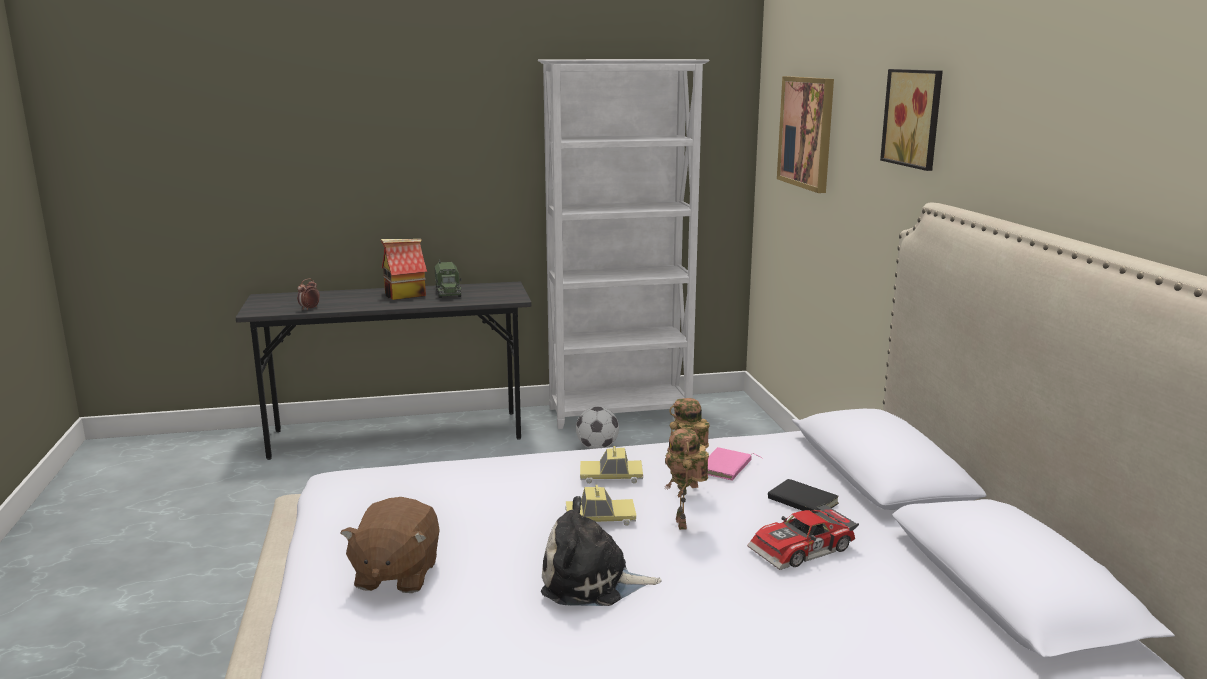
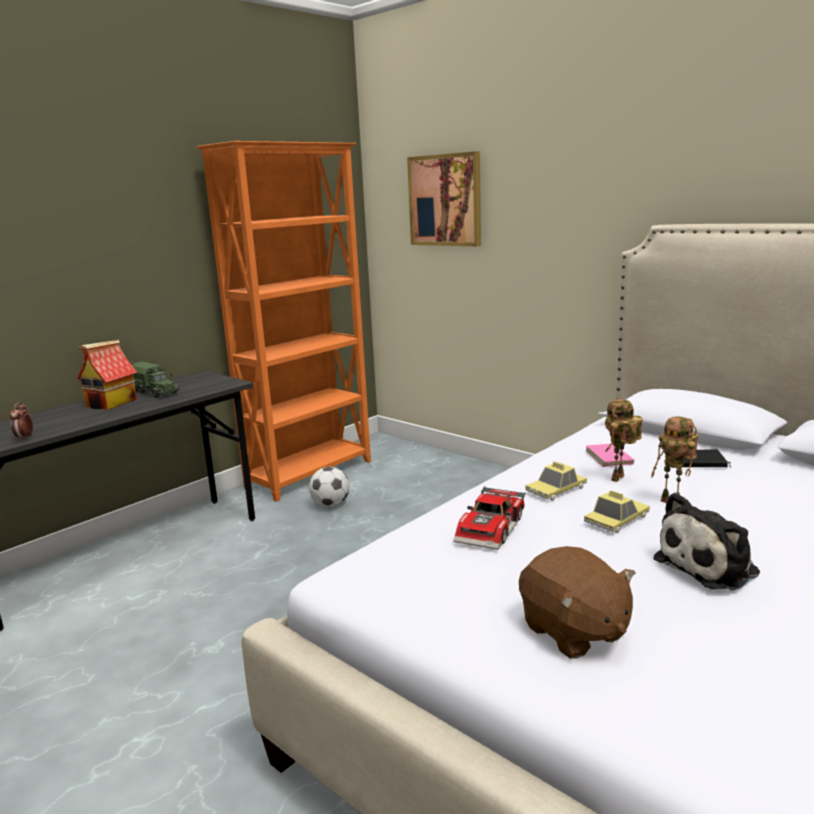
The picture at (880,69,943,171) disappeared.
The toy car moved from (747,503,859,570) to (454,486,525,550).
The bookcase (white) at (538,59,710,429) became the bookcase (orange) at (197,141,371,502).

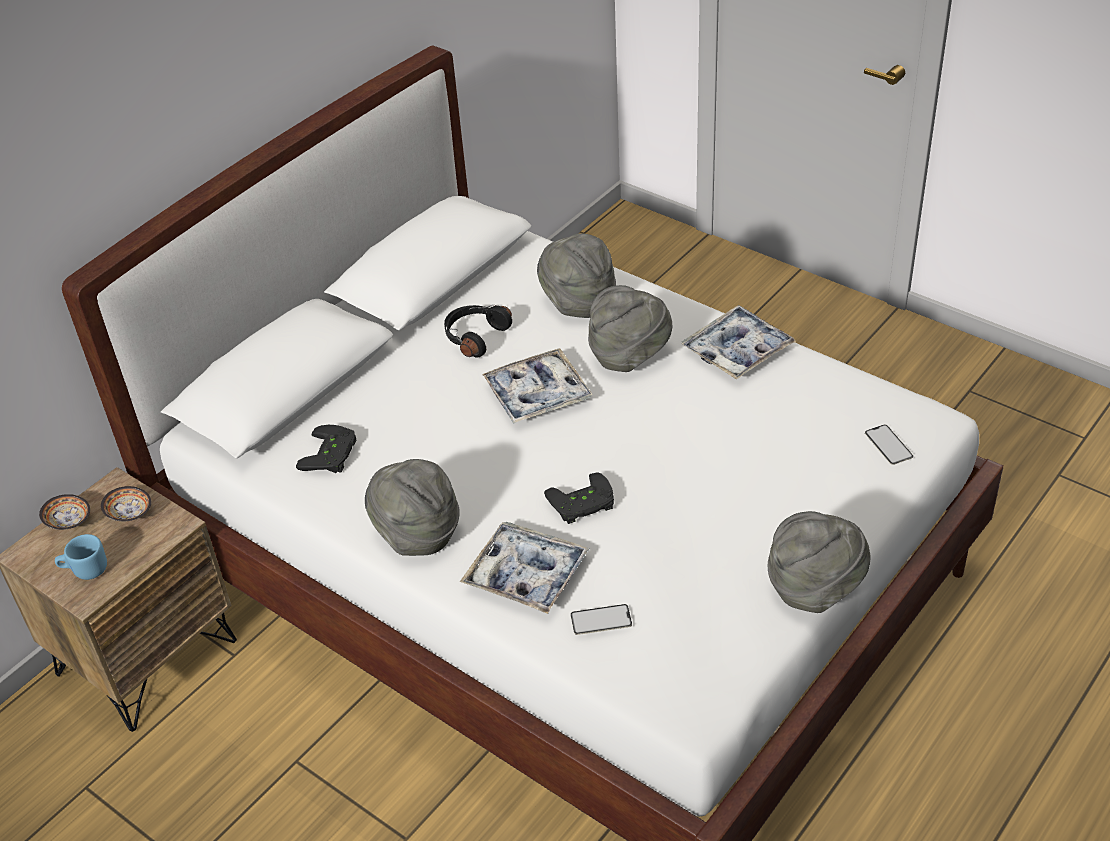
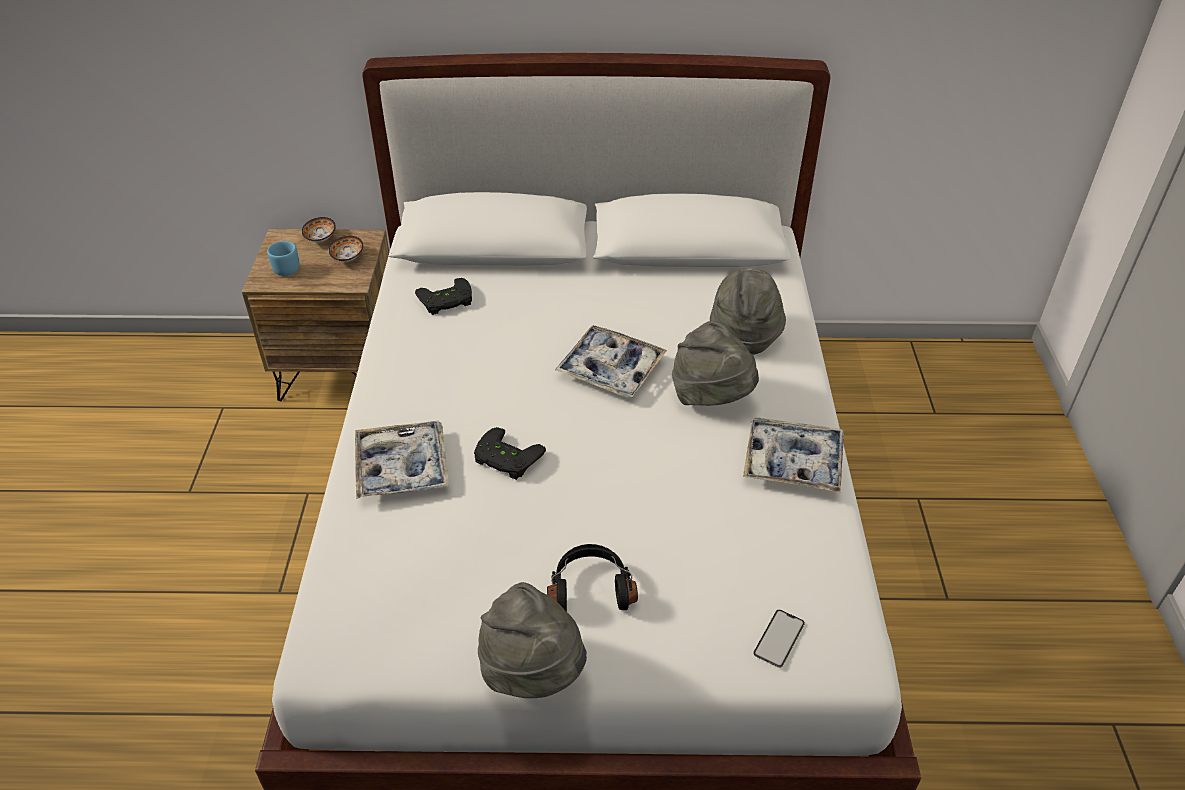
The hat (grey) at (365,459,460,556) disappeared.
The phone at (571,604,632,635) disappeared.
The headphones (black) moved from (444,304,512,358) to (547,544,638,612).

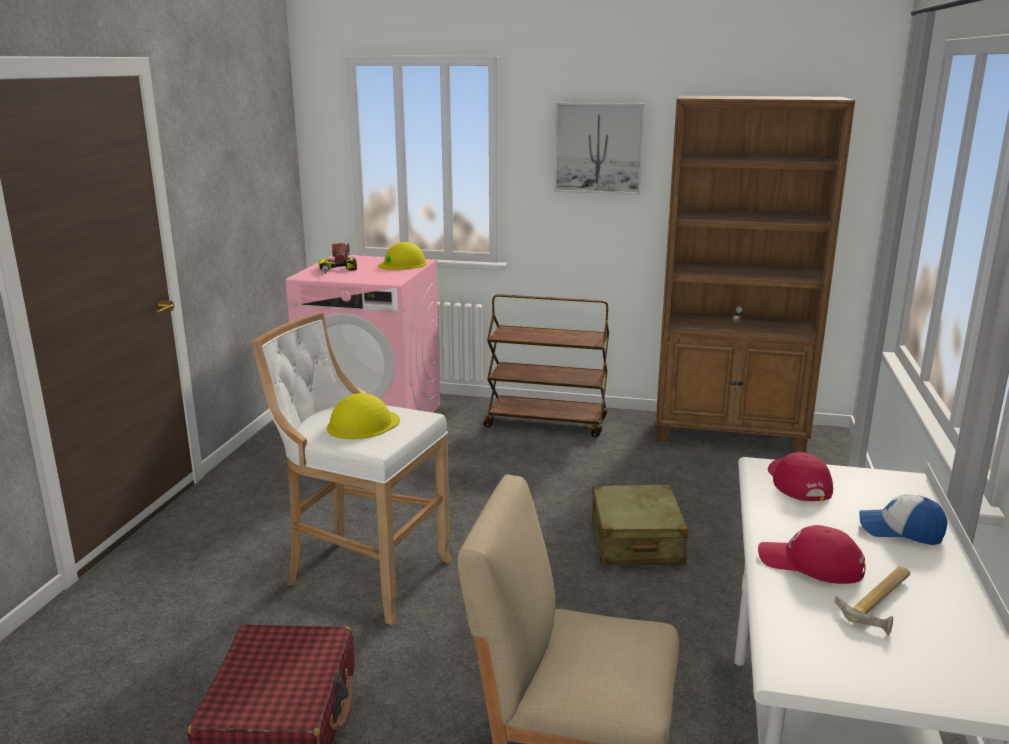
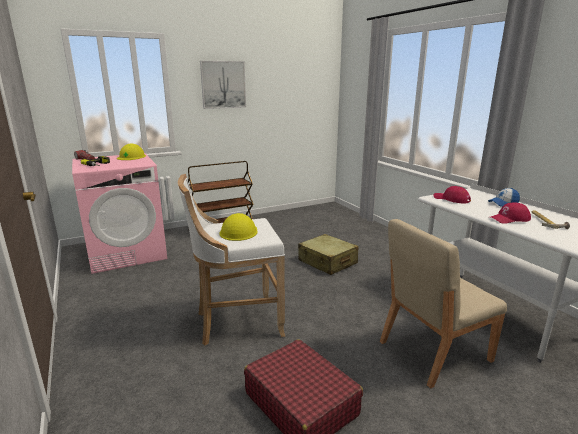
The bookcase (brown) at (656,96,855,453) disappeared.

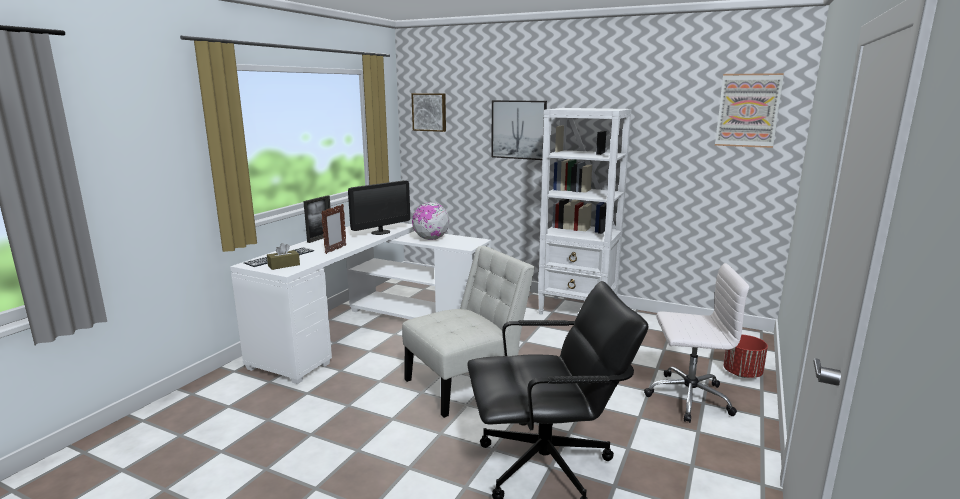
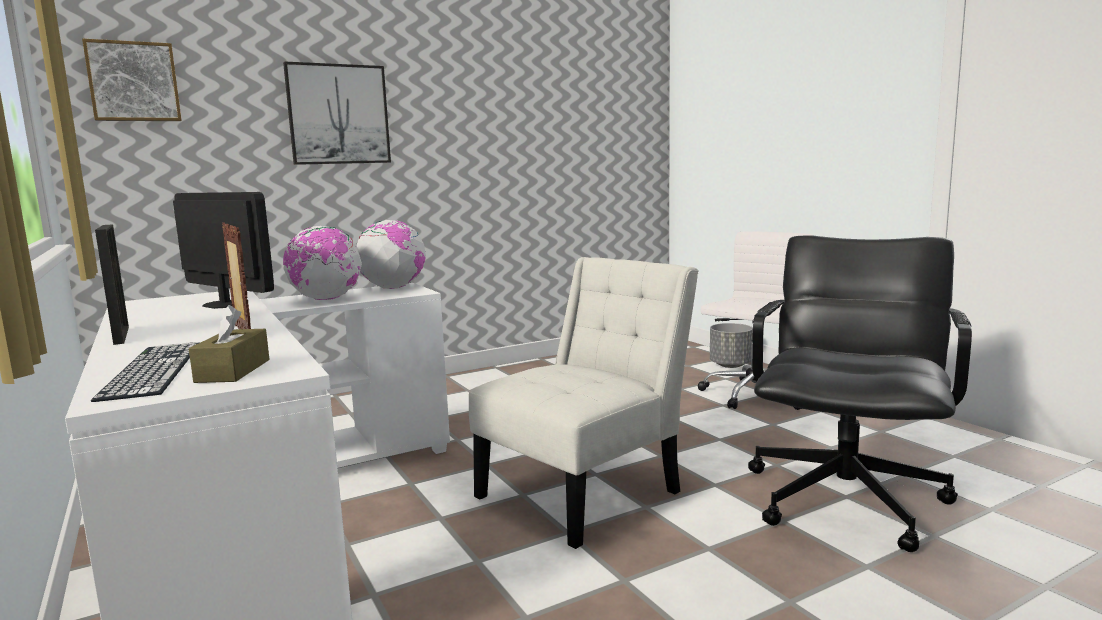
The bookcase (white) at (538,108,631,315) disappeared.
The picture at (715,73,784,148) disappeared.
The globe at (357,220,426,289) appeared.
The planter (red) at (724,334,768,378) became the planter (grey) at (710,323,753,368).
The monitor at (348,180,410,235) turned 45 degrees counterclockwise.
The chair (white) at (402,246,535,418) turned 45 degrees clockwise.

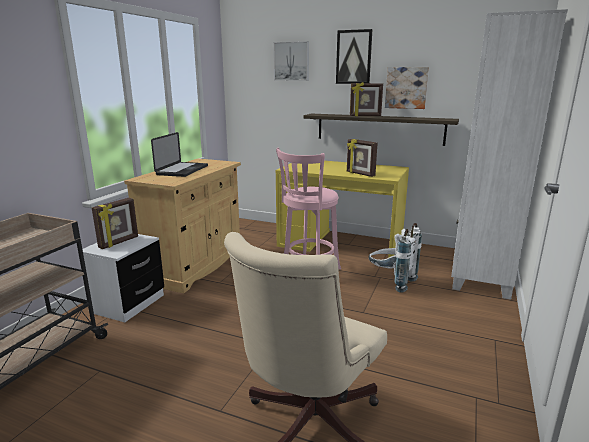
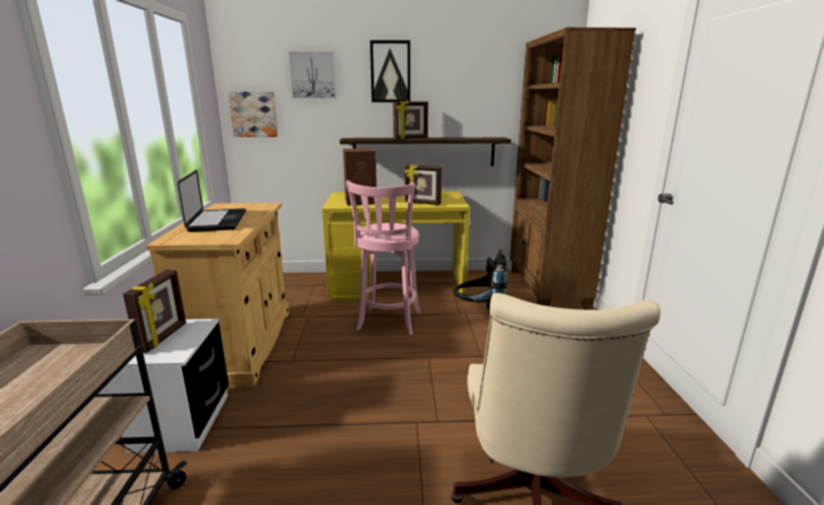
The speaker (brown) at (343,148,377,206) appeared.
The picture moved from (385,67,429,109) to (228,92,278,137).
The backpack (white) at (369,223,422,293) became the backpack (black) at (454,249,507,310).
The bookcase (white) at (451,9,568,300) became the bookcase (brown) at (510,27,636,310).

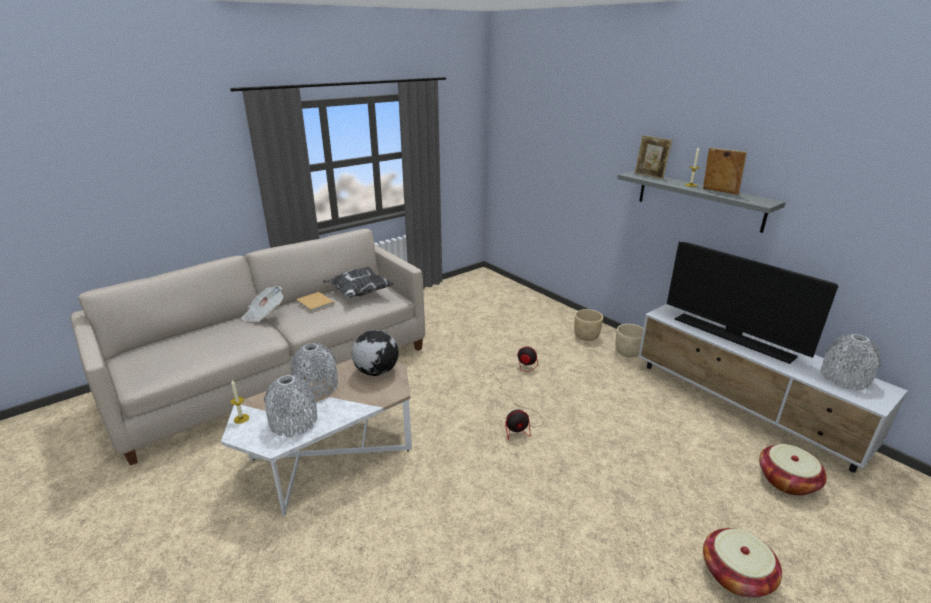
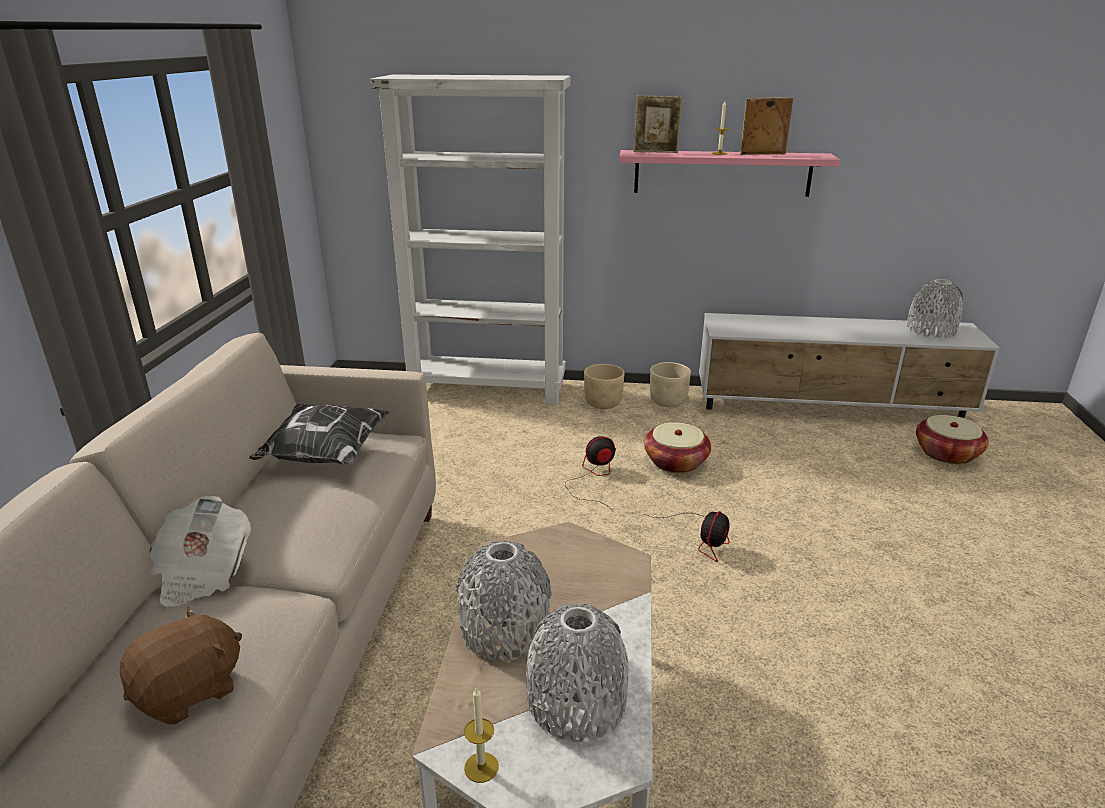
The book (beige) at (296,292,334,313) disappeared.
The globe at (352,330,399,376) disappeared.
The television at (667,242,838,364) disappeared.
The plush toy (brown) at (119,607,242,724) appeared.
The bookcase (white) at (371,75,571,405) appeared.
The basket moved from (703,528,782,597) to (644,422,711,473).
The shelf (grey) at (617,171,786,233) became the shelf (pink) at (619,150,841,197).

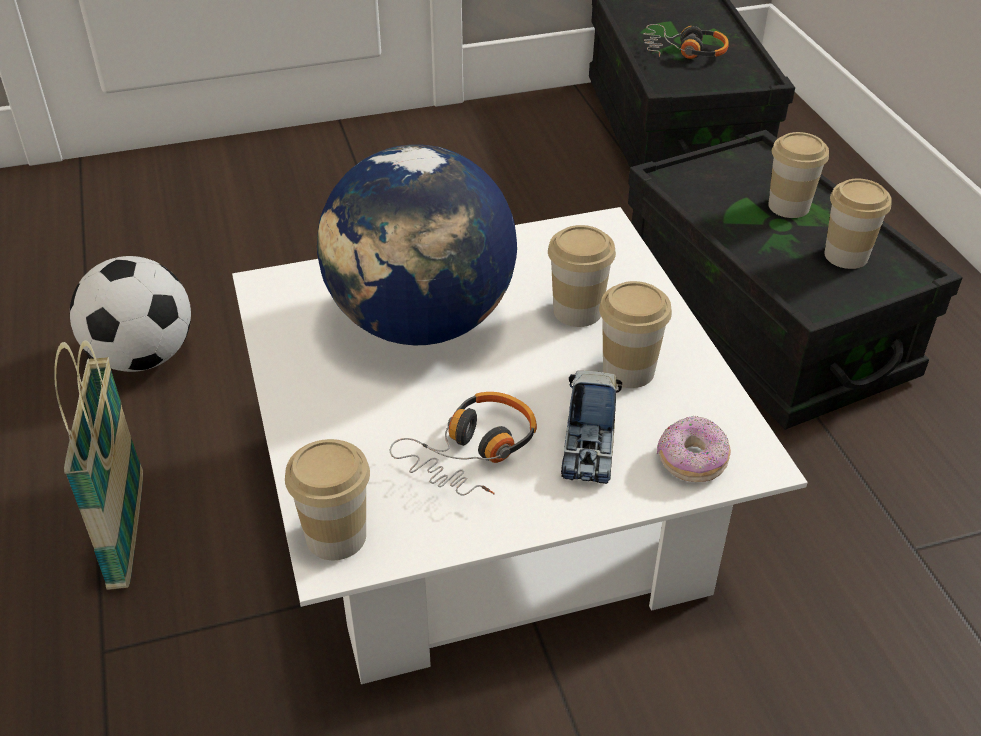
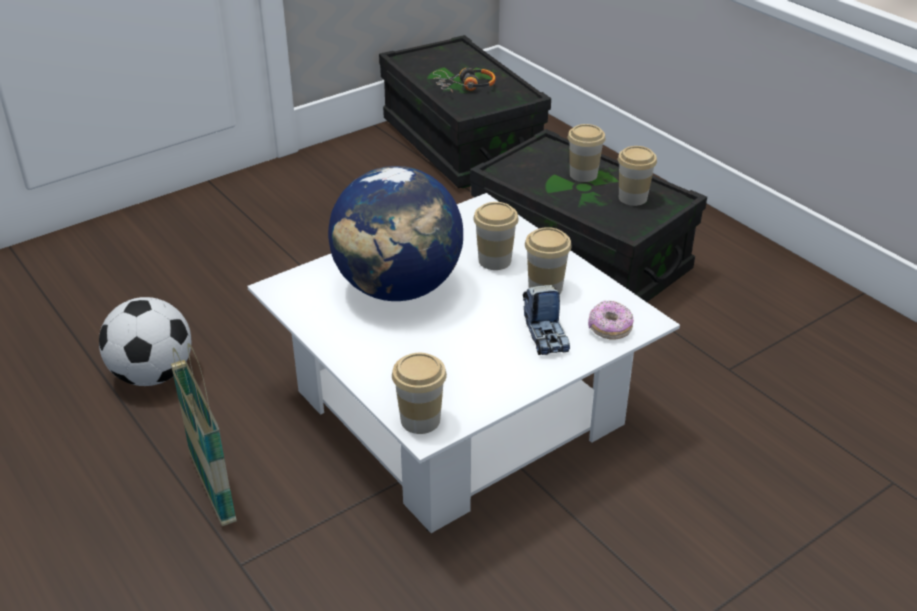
The headphones at (390,392,537,496) disappeared.

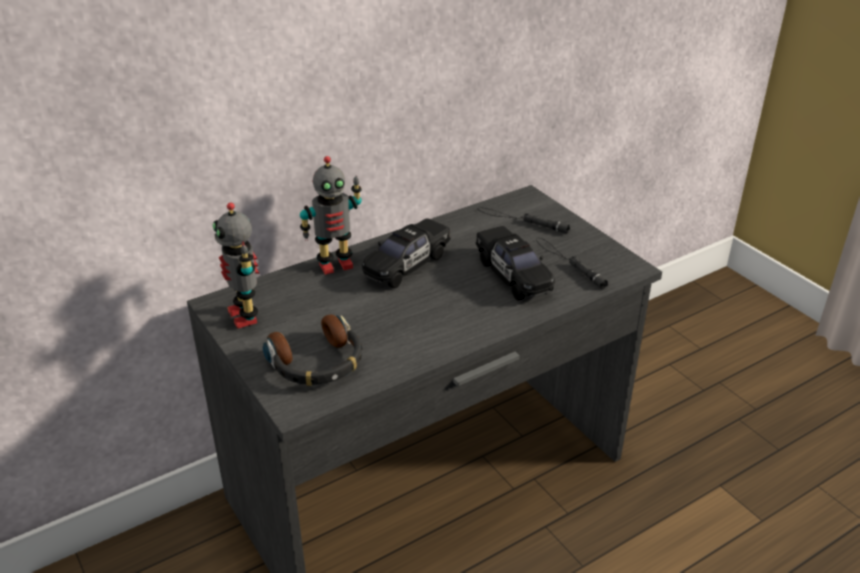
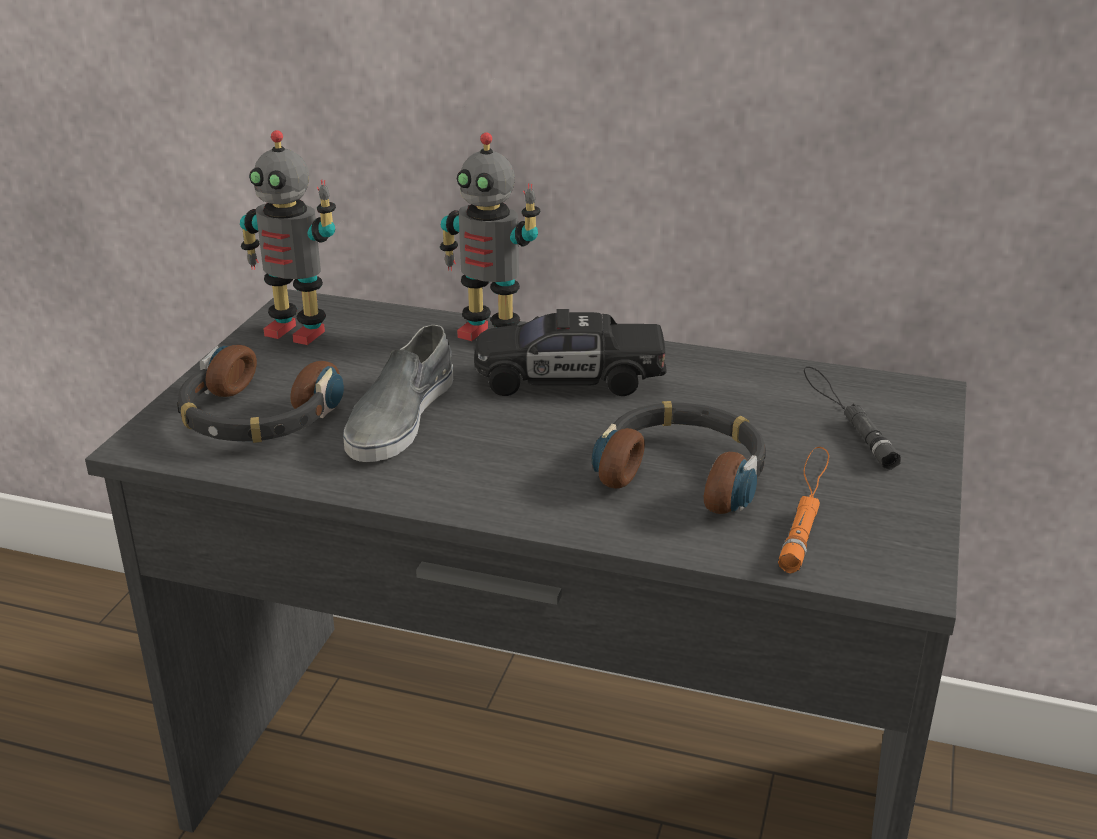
The shoe (grey) at (343,325,453,462) appeared.
The toy car (black) at (476,226,555,301) was replaced by the headphones at (592,401,766,514).
The flashlight (black) at (536,238,608,289) became the flashlight (orange) at (778,447,829,574).
The toy robot at (213,202,259,329) turned 90 degrees counterclockwise.

